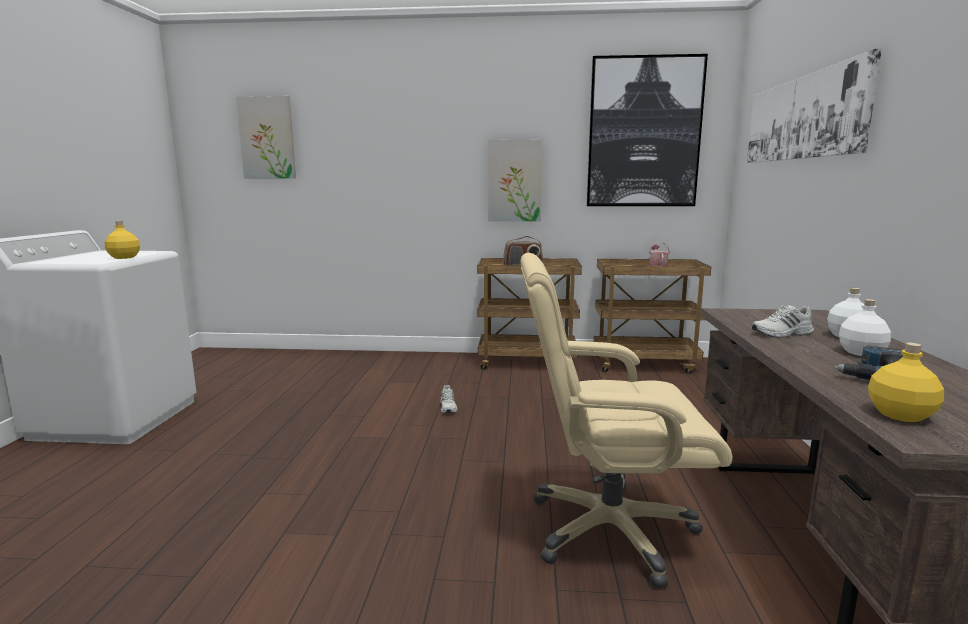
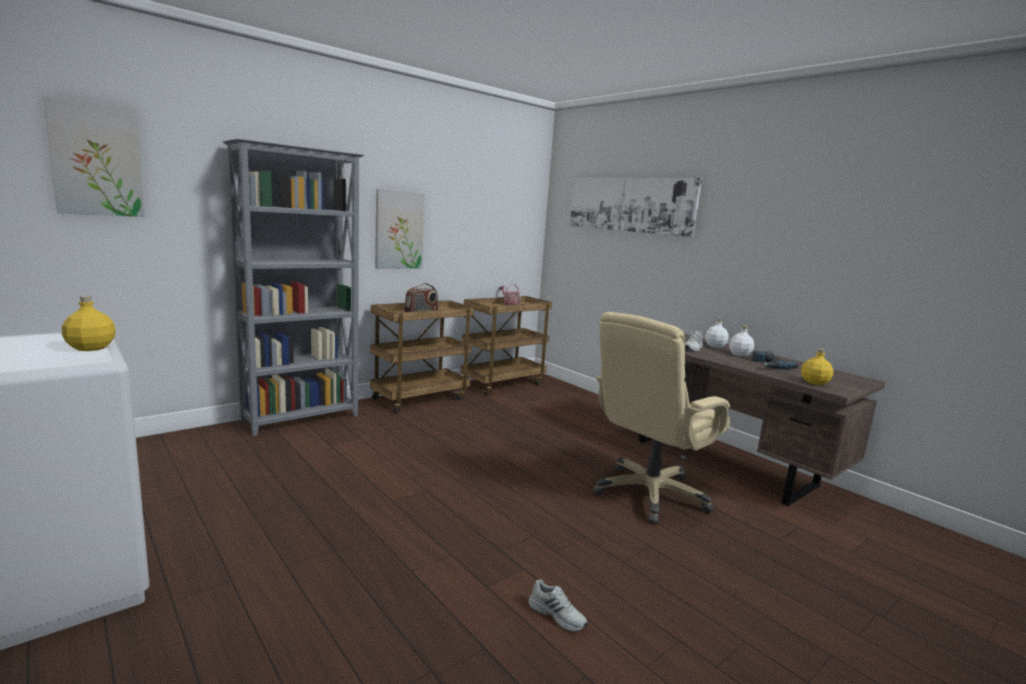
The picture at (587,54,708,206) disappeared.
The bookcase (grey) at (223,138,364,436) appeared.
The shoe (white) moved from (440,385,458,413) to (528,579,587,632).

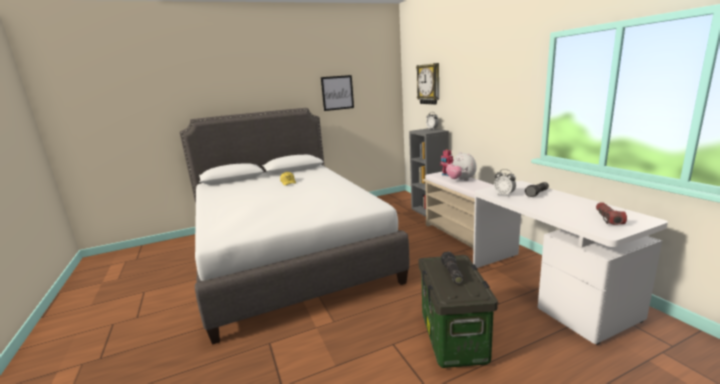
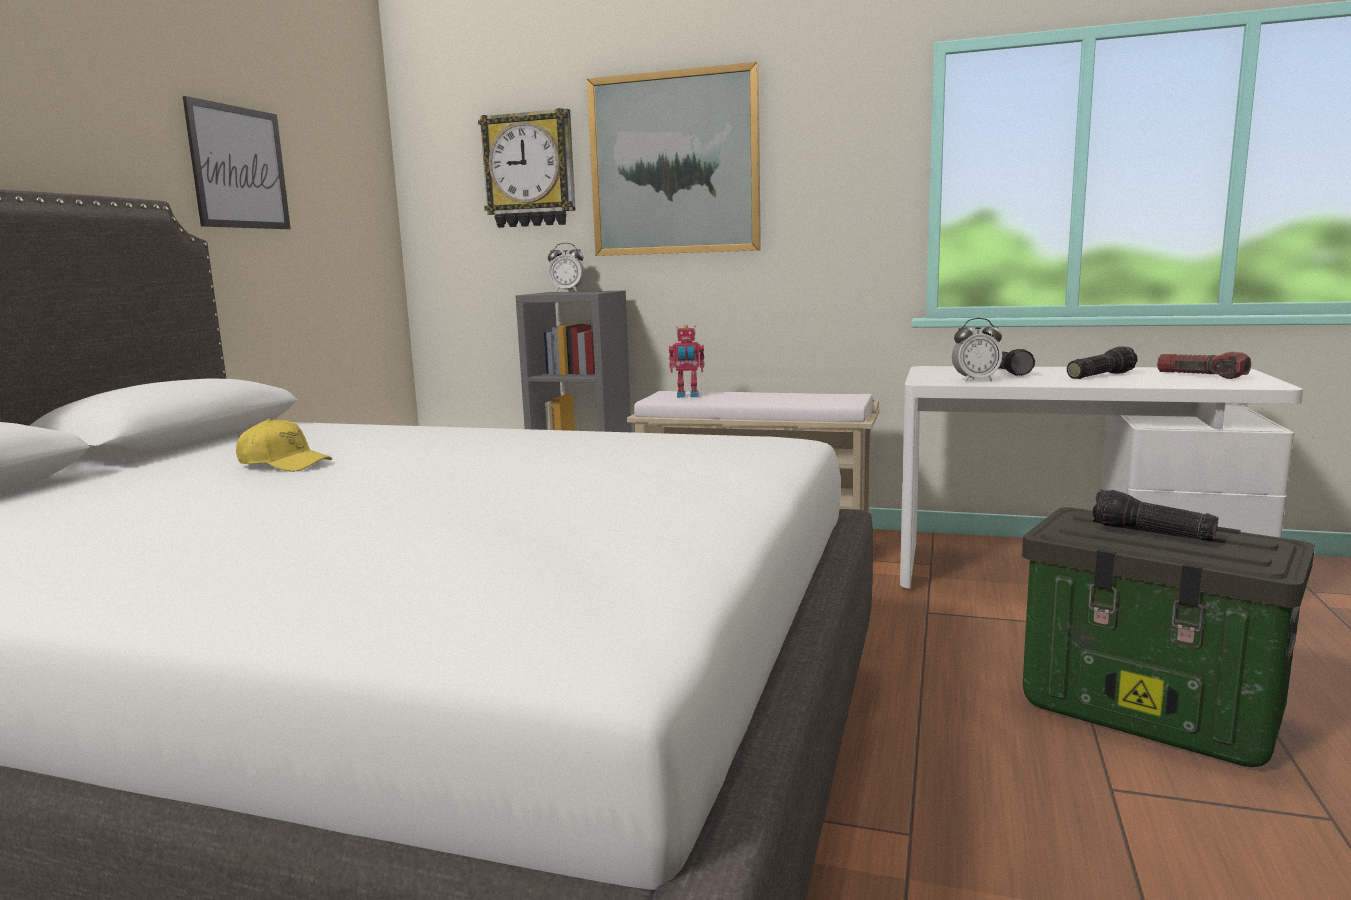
The plush toy at (446,152,477,181) disappeared.
The picture at (587,62,761,256) appeared.
The flashlight at (1067,346,1137,379) appeared.

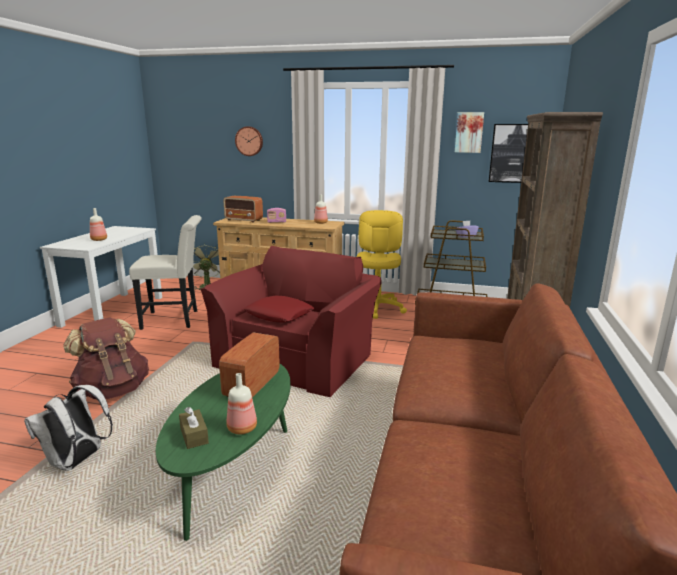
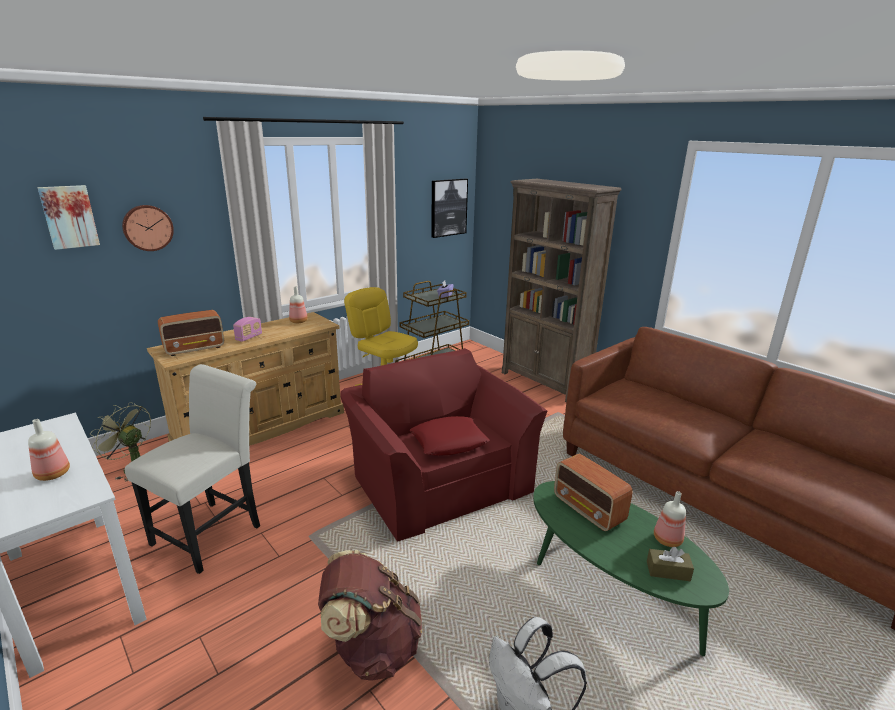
The picture moved from (455,112,484,153) to (37,185,100,250).

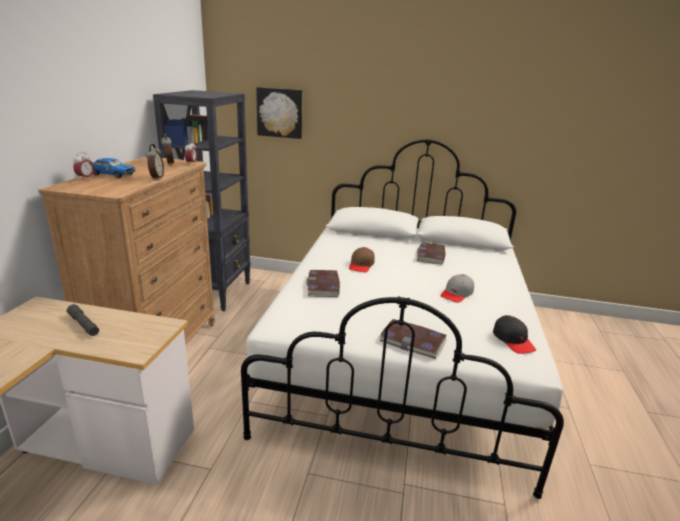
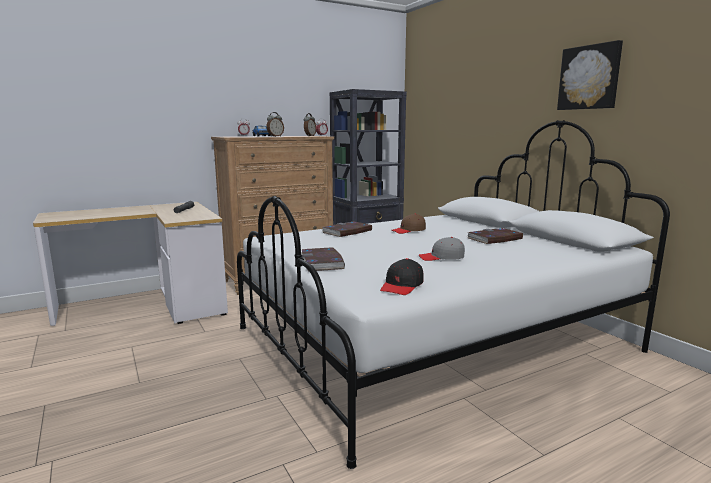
The picture moved from (256,87,302,139) to (557,40,623,110).

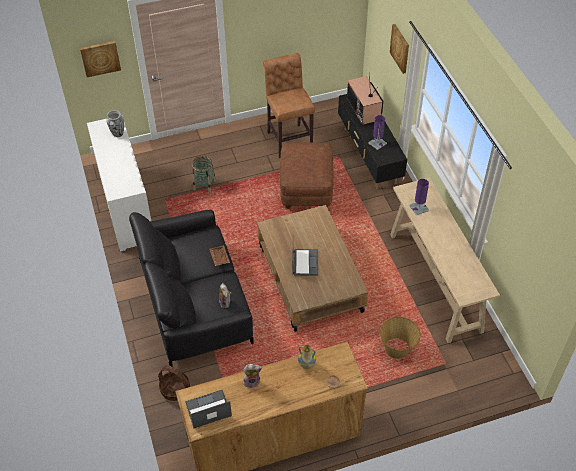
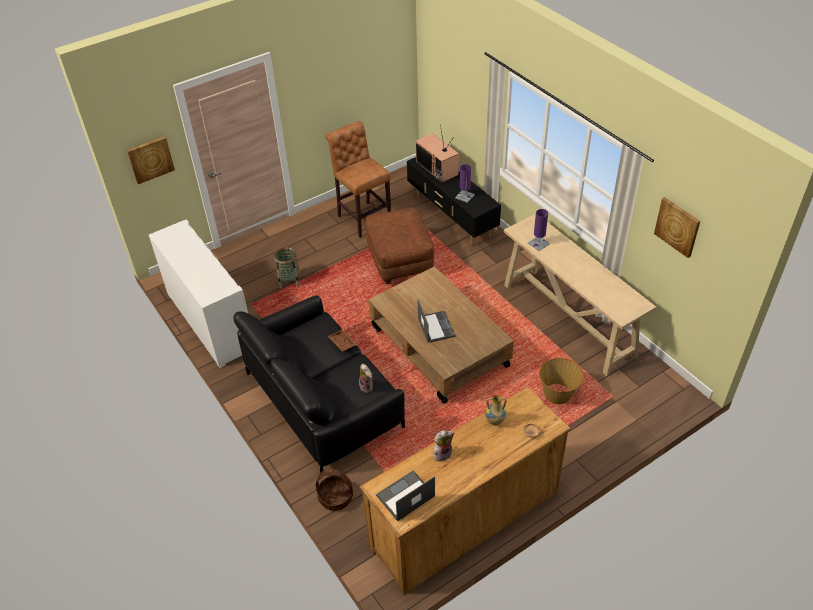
The vase at (106,110,124,137) disappeared.
The picture moved from (390,24,409,74) to (654,197,700,258).

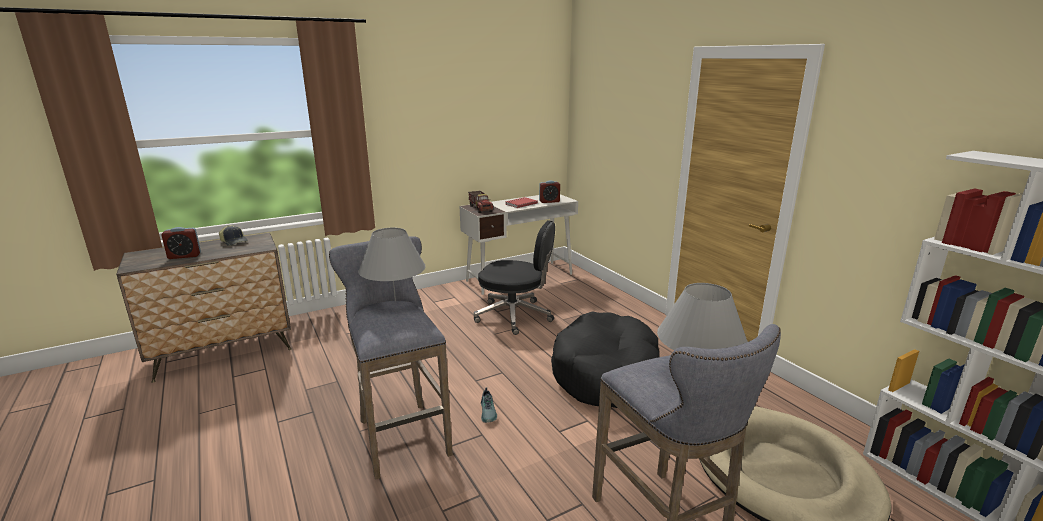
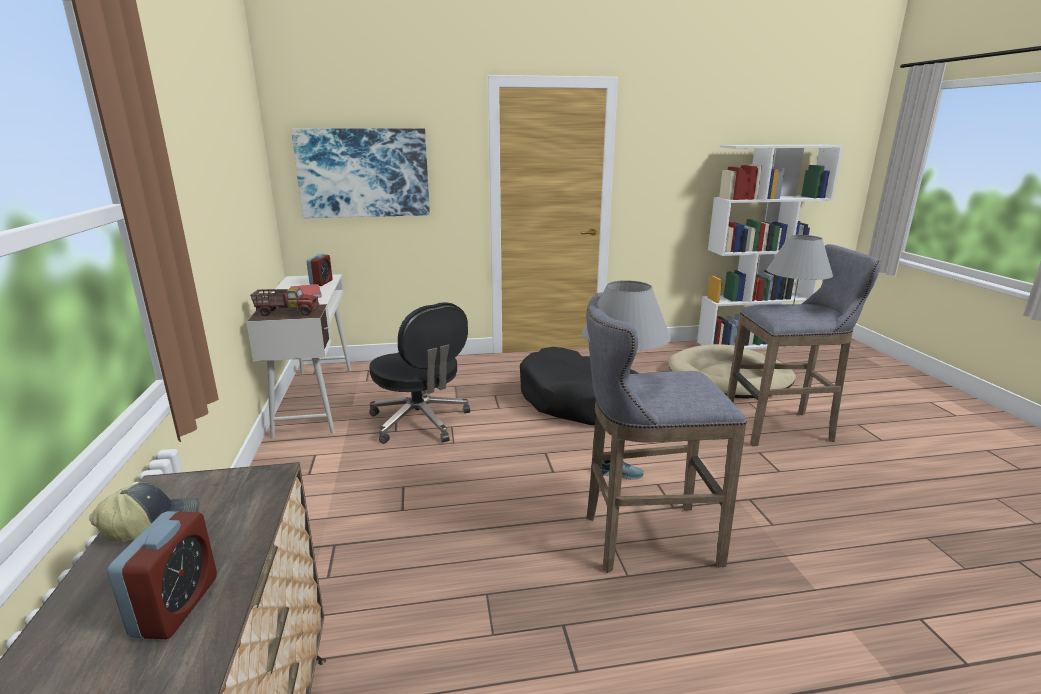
The picture at (291,129,430,218) appeared.
The office chair (black) at (474,220,555,335) turned 105 degrees clockwise.

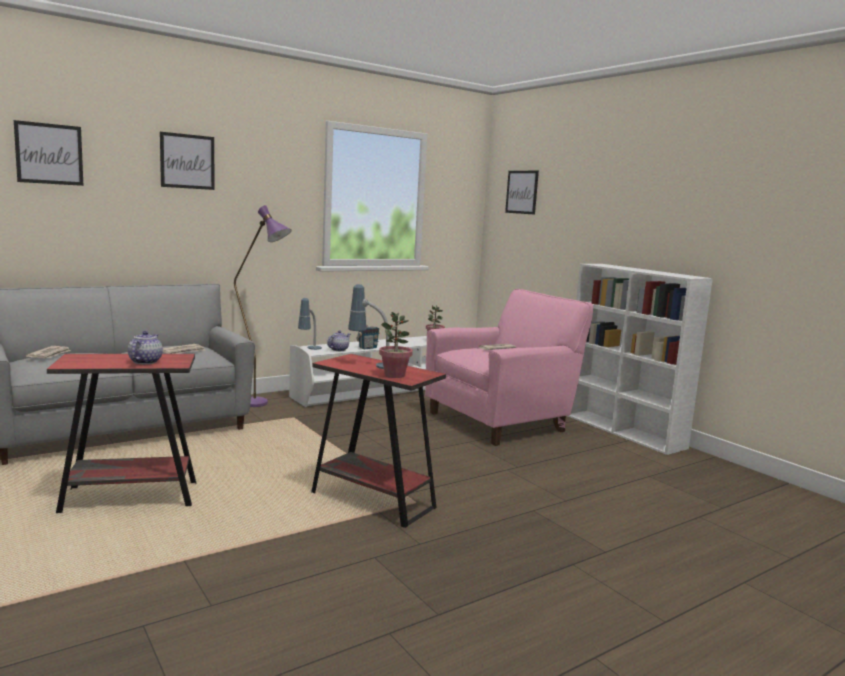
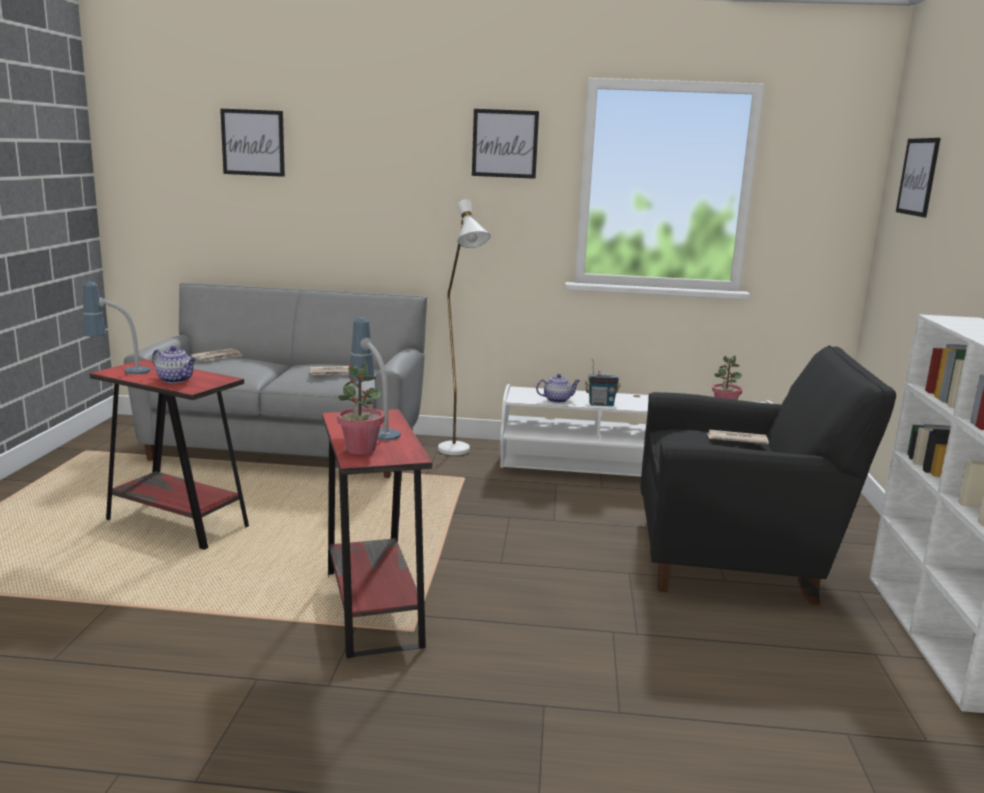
The picture moved from (160,132,215,190) to (472,109,539,179).
The table lamp moved from (298,298,322,350) to (82,281,151,374).
The floor lamp (purple) at (234,205,292,407) became the floor lamp (white) at (438,199,491,455).
The armchair (pink) at (425,289,593,446) became the armchair (black) at (640,345,896,605).
The teapot at (128,331,163,364) turned 75 degrees clockwise.

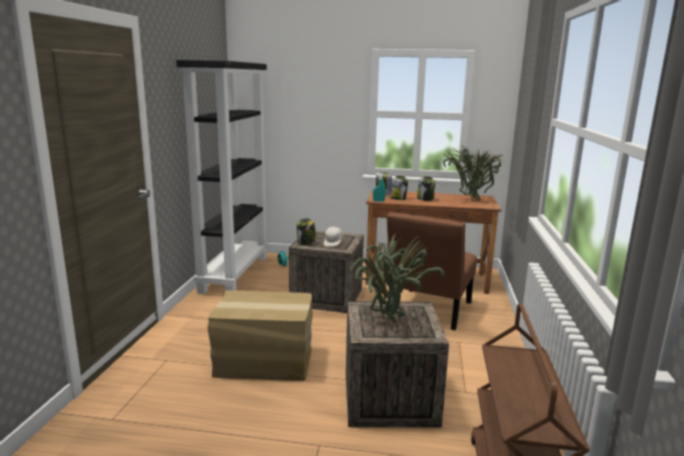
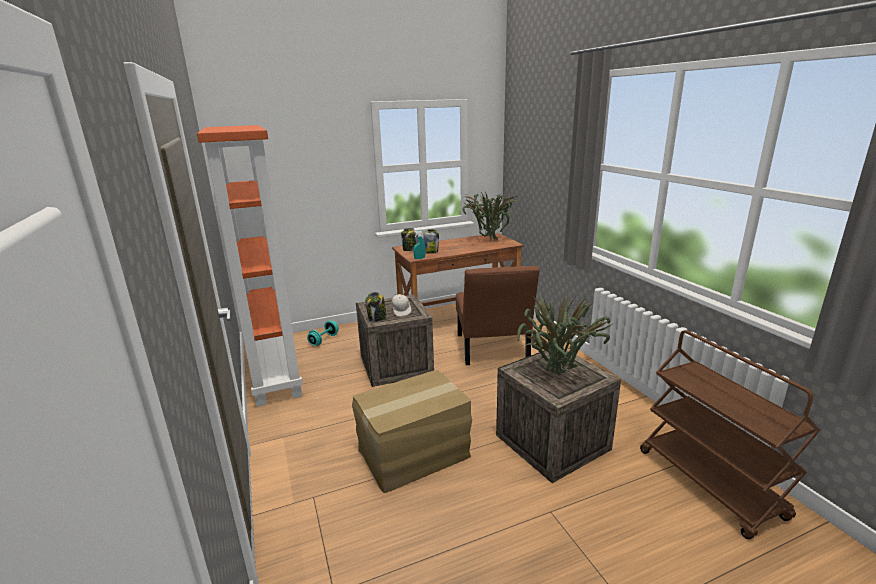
The jar at (417,176,435,201) disappeared.
The bookcase (black) at (176,60,269,294) became the bookcase (orange) at (197,125,303,407).

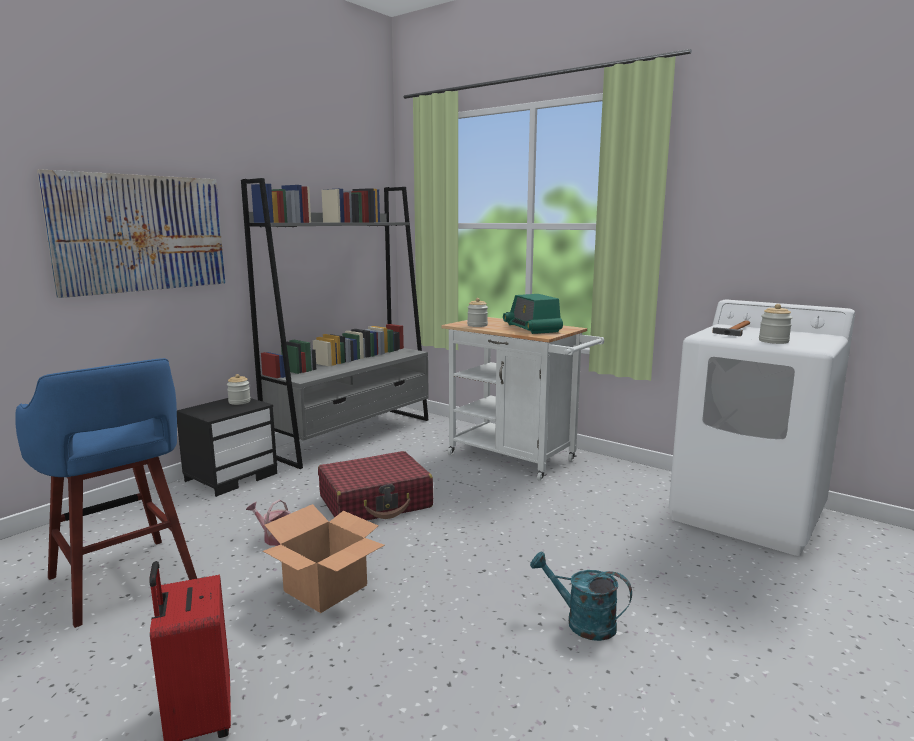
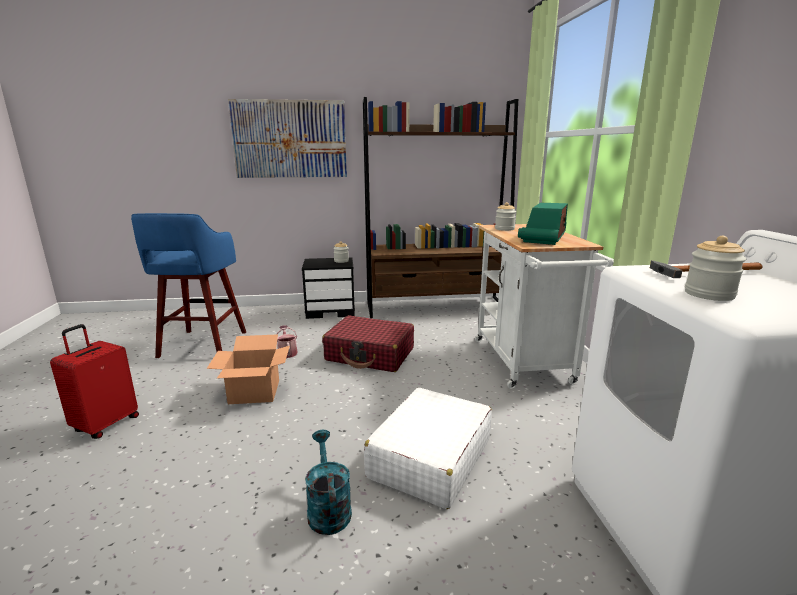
The suitcase (white) at (364,388,492,509) appeared.
The bookcase (grey) at (241,178,429,469) became the bookcase (brown) at (363,97,518,318).

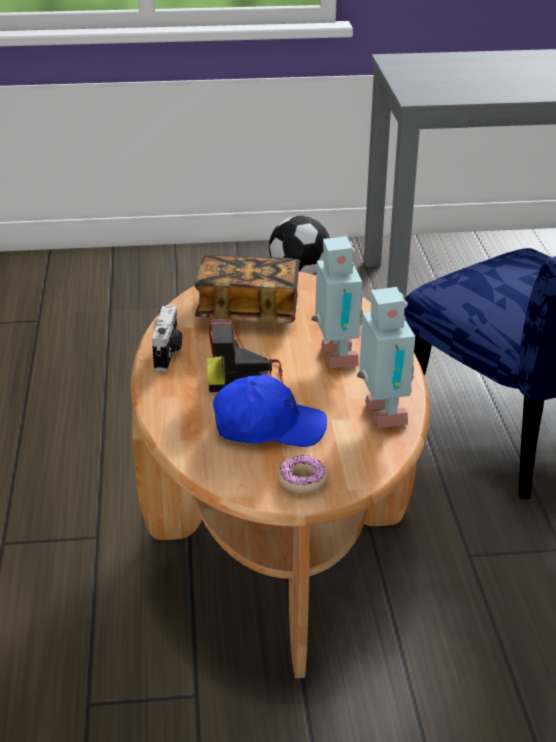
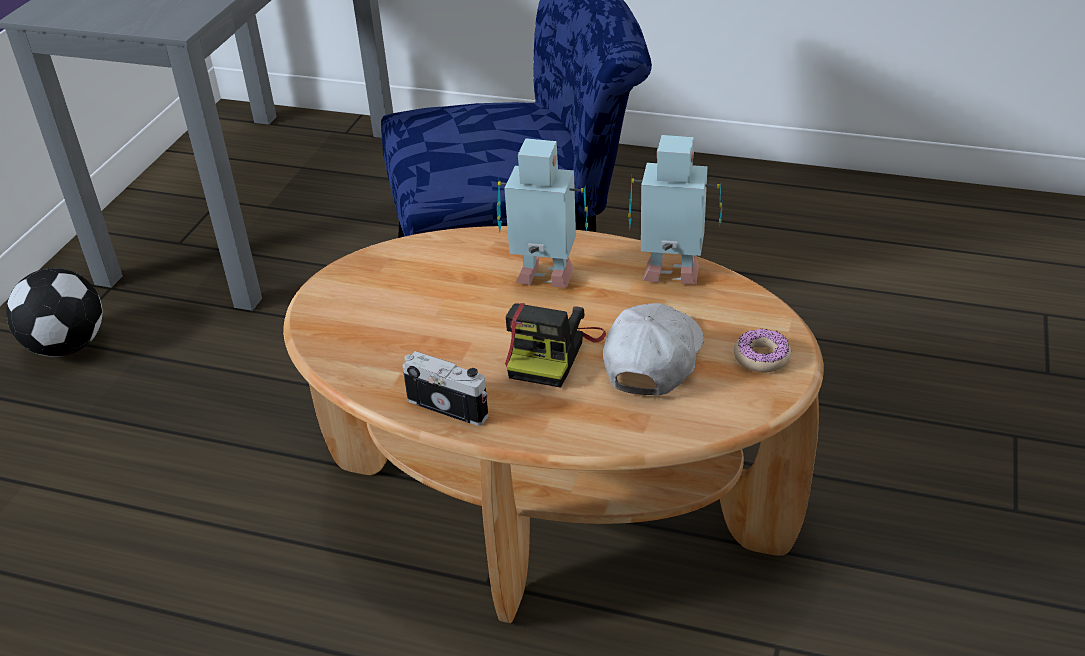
The book at (195,255,300,323) disappeared.
The cap (blue) at (213,374,327,447) became the cap (white) at (603,303,704,396).

